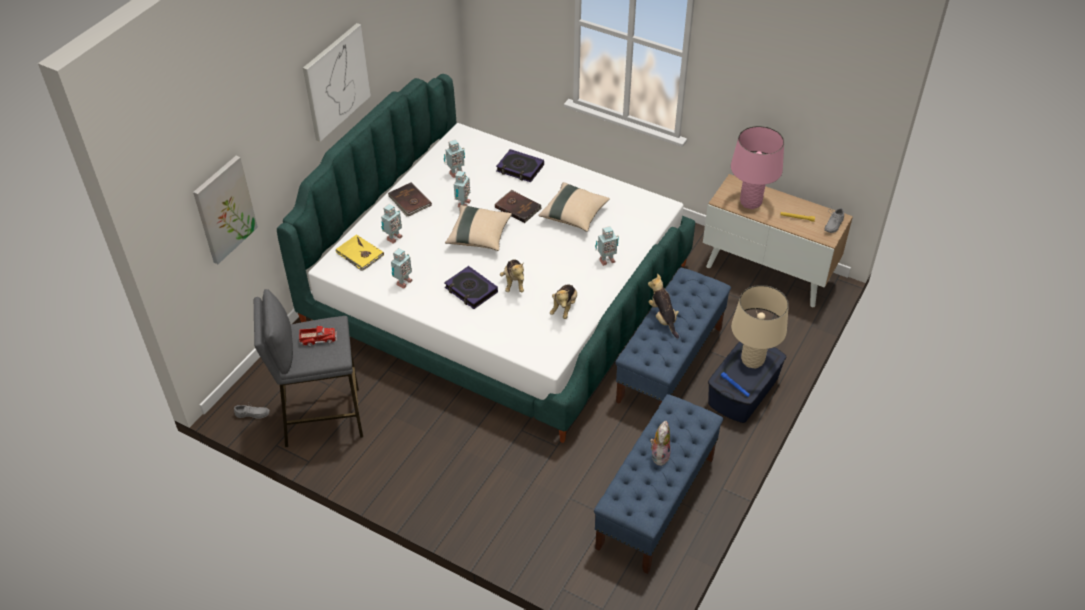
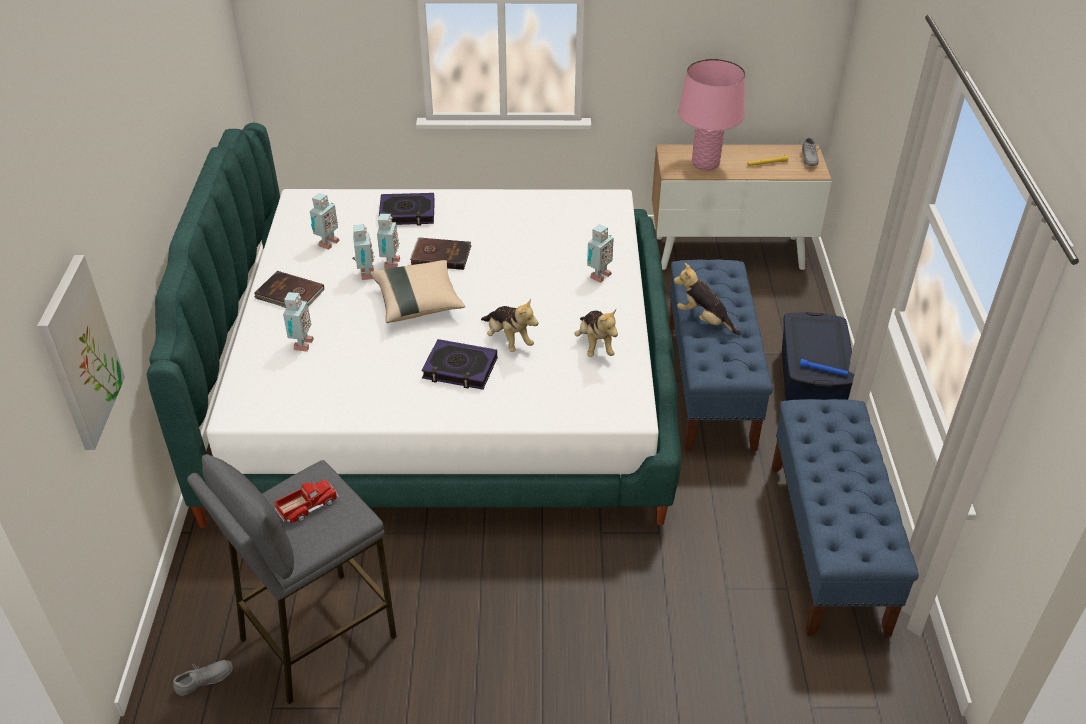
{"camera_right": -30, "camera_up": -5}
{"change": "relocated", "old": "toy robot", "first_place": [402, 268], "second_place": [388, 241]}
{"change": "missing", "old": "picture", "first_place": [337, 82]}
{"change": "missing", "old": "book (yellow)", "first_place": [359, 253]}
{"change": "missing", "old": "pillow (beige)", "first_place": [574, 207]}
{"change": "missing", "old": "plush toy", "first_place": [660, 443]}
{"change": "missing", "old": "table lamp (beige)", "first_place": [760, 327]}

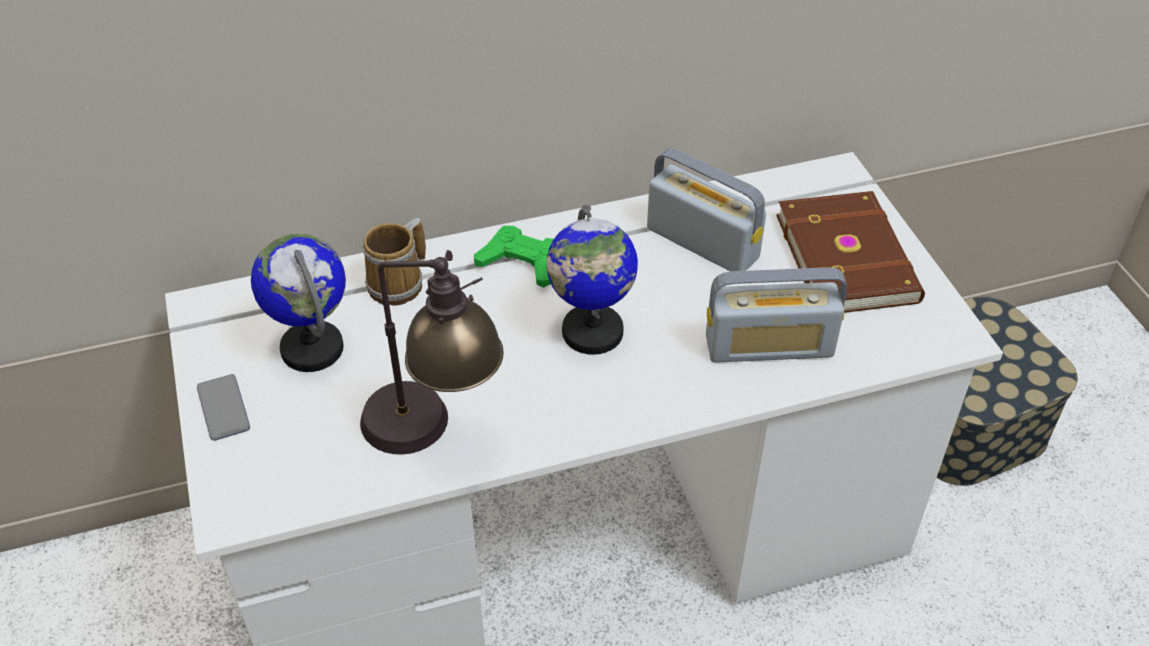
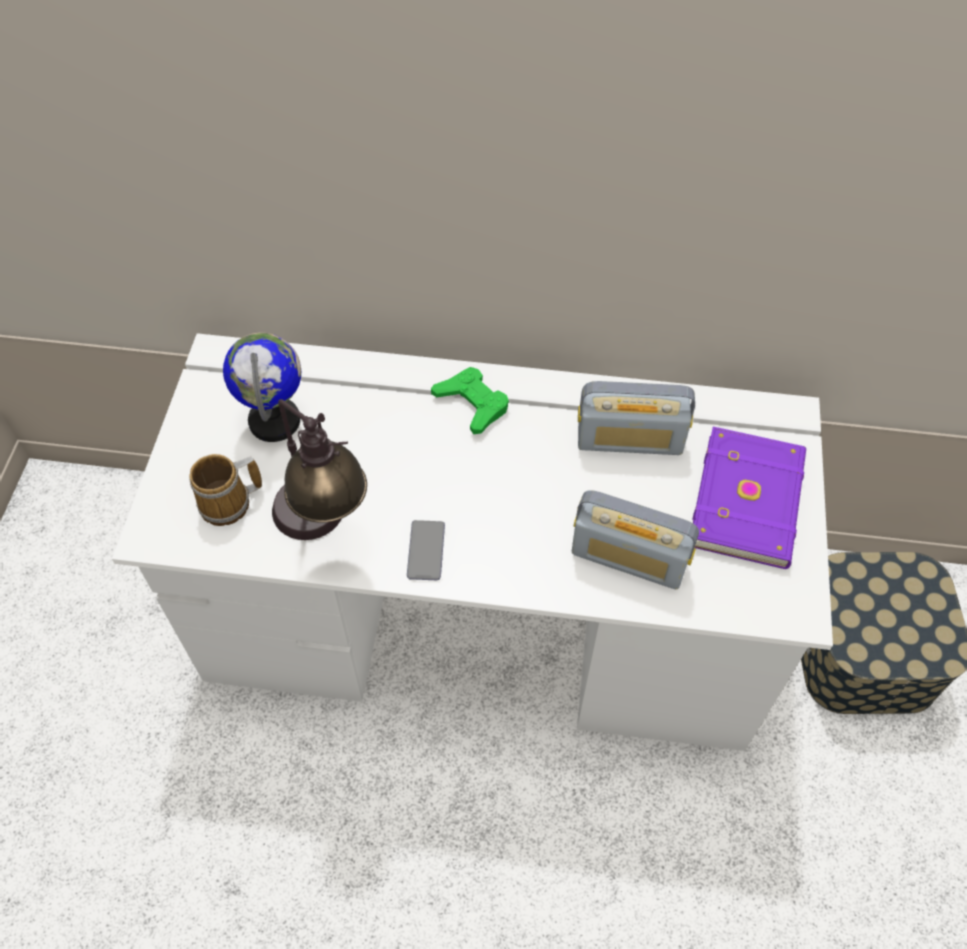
{"camera_right": 25, "camera_up": 10}
{"change": "relocated", "old": "mug", "first_place": [394, 261], "second_place": [225, 490]}
{"change": "relocated", "old": "phone", "first_place": [223, 407], "second_place": [426, 550]}
{"change": "spun", "old": "radio", "first_place": [706, 210], "second_place": [636, 418], "degrees": 120}
{"change": "colour", "old": "book (brown)", "new": "book (purple)", "first_place": [850, 252], "second_place": [749, 498]}
{"change": "missing", "old": "globe", "first_place": [592, 280]}

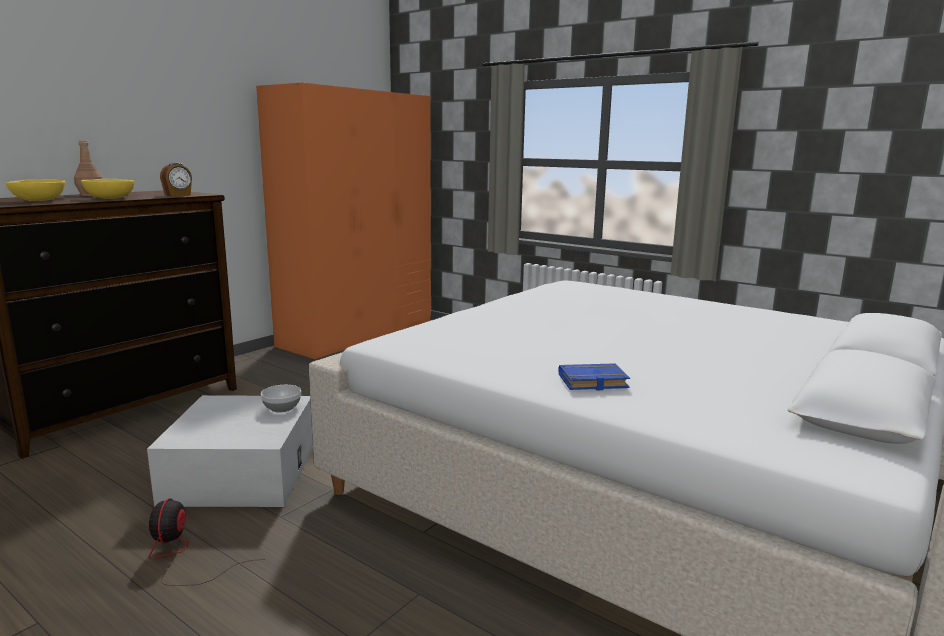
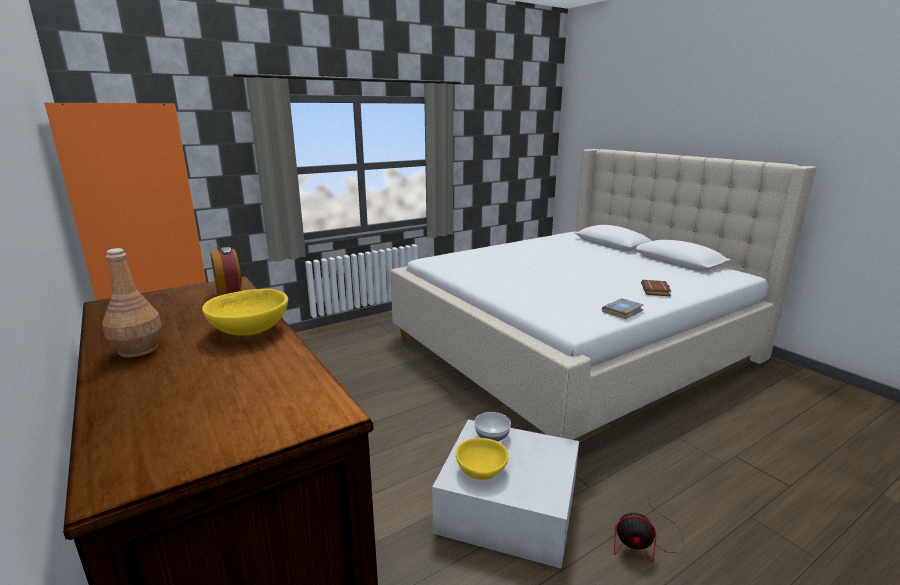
{"camera_right": -70, "camera_up": 5}
{"change": "relocated", "old": "bowl (yellow)", "first_place": [35, 190], "second_place": [482, 459]}
{"change": "appeared", "new": "book (grey)", "second_place": [623, 308]}
{"change": "colour", "old": "book (blue)", "new": "book (brown)", "first_place": [594, 376], "second_place": [656, 288]}

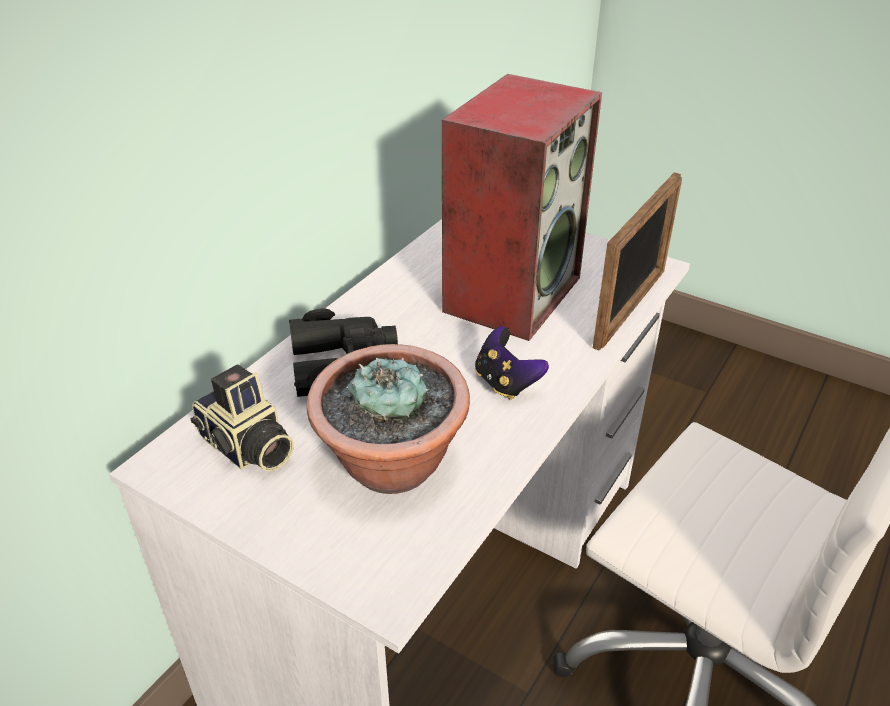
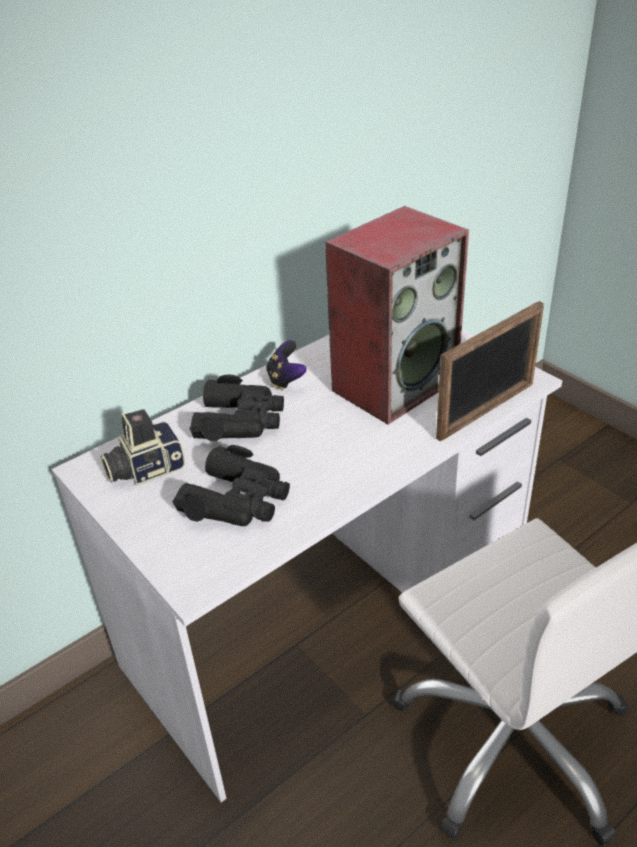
{"camera_right": 20, "camera_up": 0}
{"change": "spun", "old": "photo camera", "first_place": [242, 418], "second_place": [143, 447], "degrees": 90}
{"change": "exchanged", "old": "potted plant", "new": "binoculars (black)", "first_place": [388, 419], "second_place": [231, 485]}
{"change": "relocated", "old": "game controller", "first_place": [512, 363], "second_place": [286, 365]}

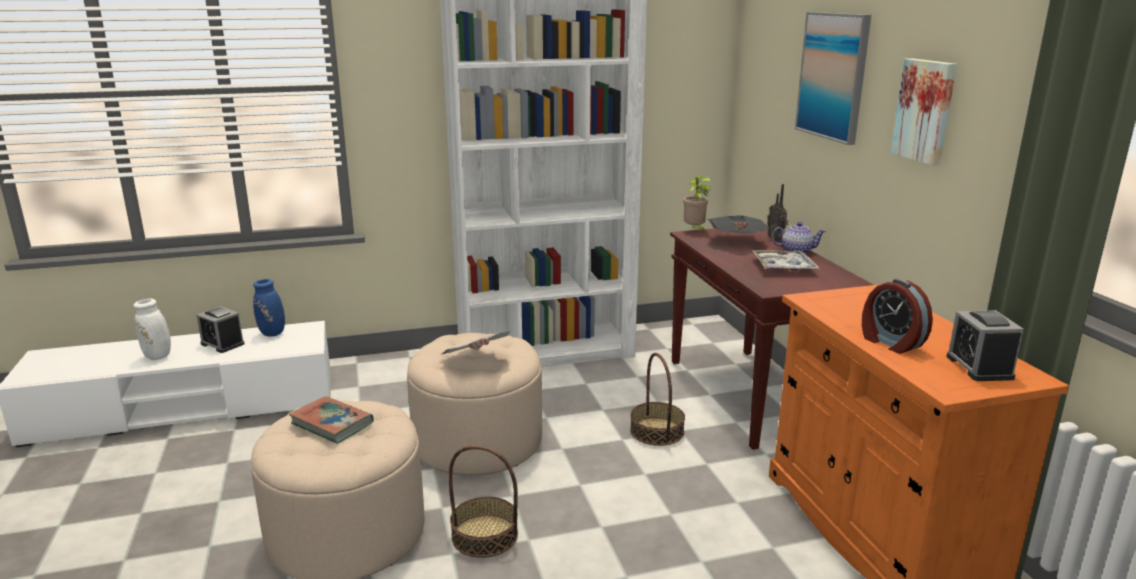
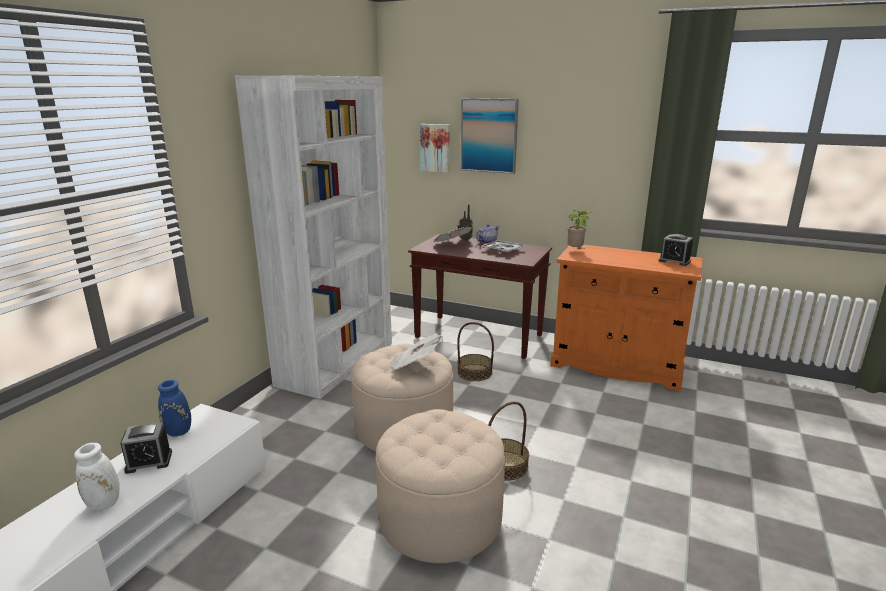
{"camera_right": -50, "camera_up": 0}
{"change": "relocated", "old": "picture", "first_place": [924, 111], "second_place": [435, 148]}
{"change": "relocated", "old": "potted plant", "first_place": [697, 203], "second_place": [579, 229]}
{"change": "missing", "old": "book", "first_place": [331, 420]}
{"change": "missing", "old": "alarm clock", "first_place": [897, 316]}

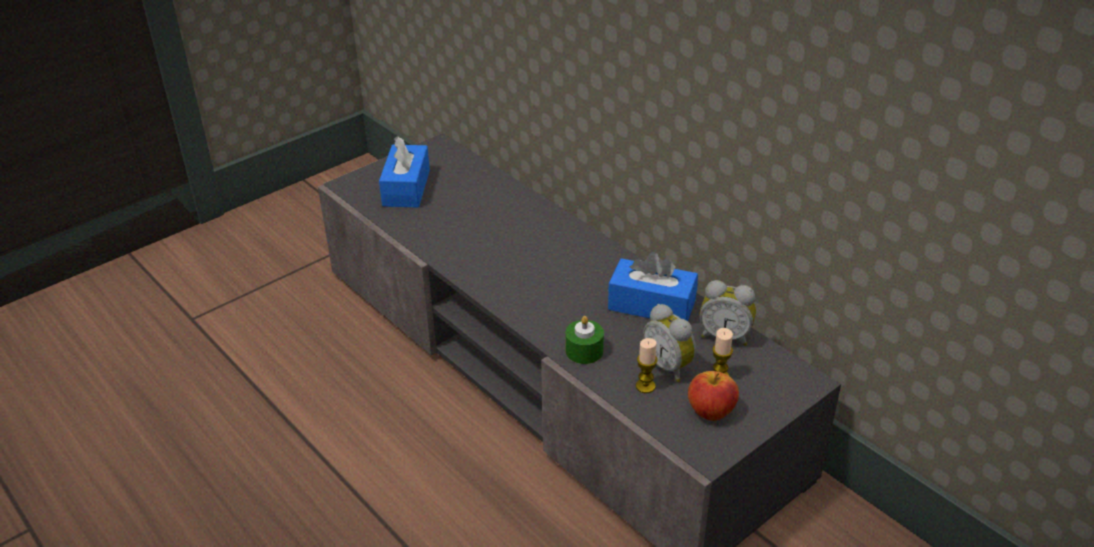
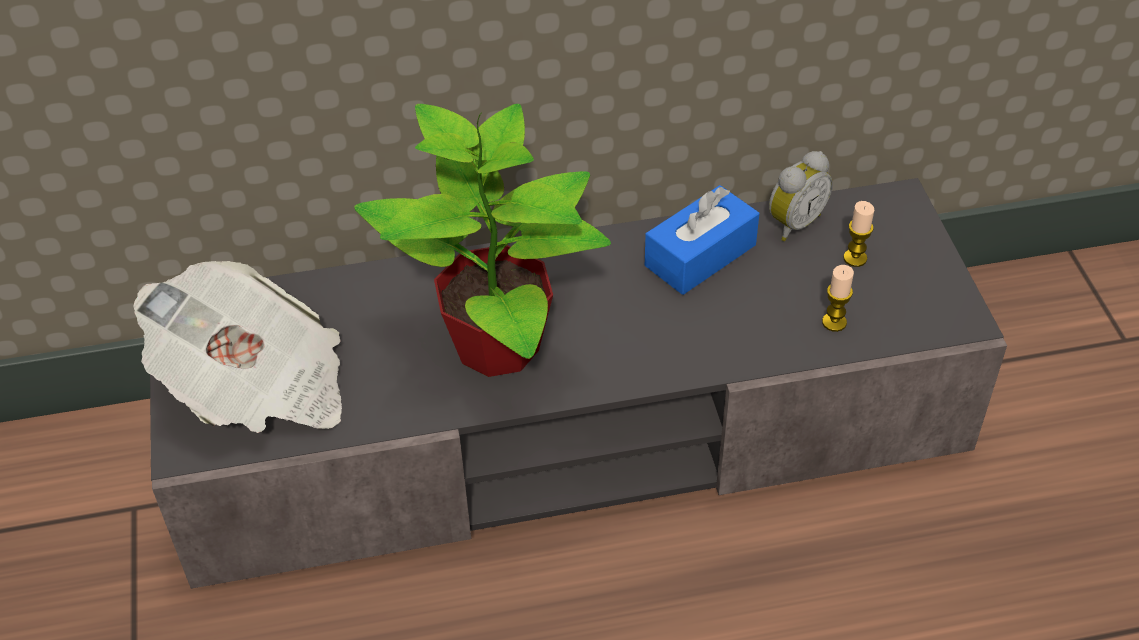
{"camera_right": -60, "camera_up": 10}
{"change": "exchanged", "old": "tissue box (blue)", "new": "newspaper", "first_place": [404, 172], "second_place": [237, 347]}
{"change": "appeared", "new": "potted plant", "second_place": [482, 240]}
{"change": "missing", "old": "candle (green)", "first_place": [584, 340]}
{"change": "missing", "old": "alarm clock", "first_place": [669, 343]}
{"change": "missing", "old": "apple", "first_place": [713, 396]}

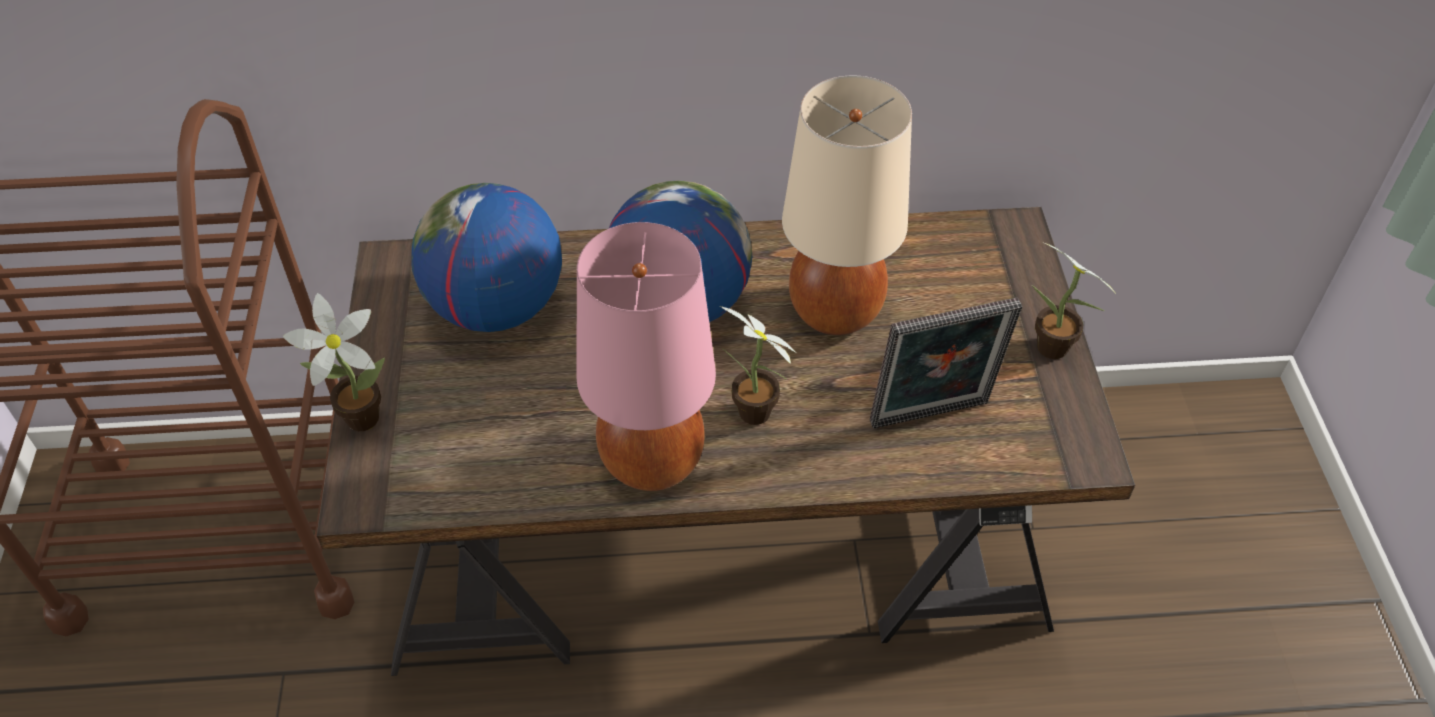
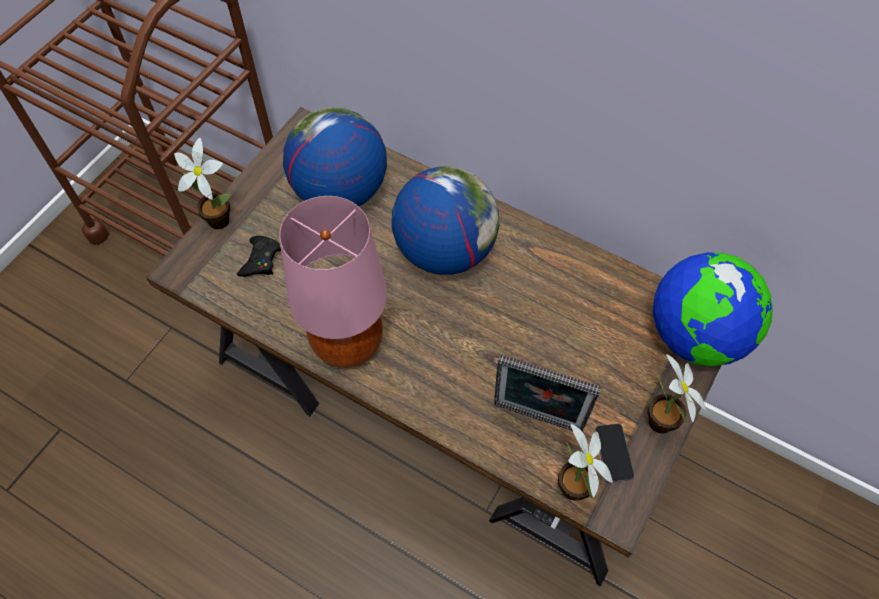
{"camera_right": 35, "camera_up": 10}
{"change": "appeared", "new": "game controller (black)", "second_place": [259, 256]}
{"change": "relocated", "old": "potted plant", "first_place": [758, 365], "second_place": [585, 462]}
{"change": "appeared", "new": "phone", "second_place": [615, 453]}
{"change": "appeared", "new": "globe", "second_place": [713, 309]}
{"change": "missing", "old": "table lamp (beige)", "first_place": [847, 205]}

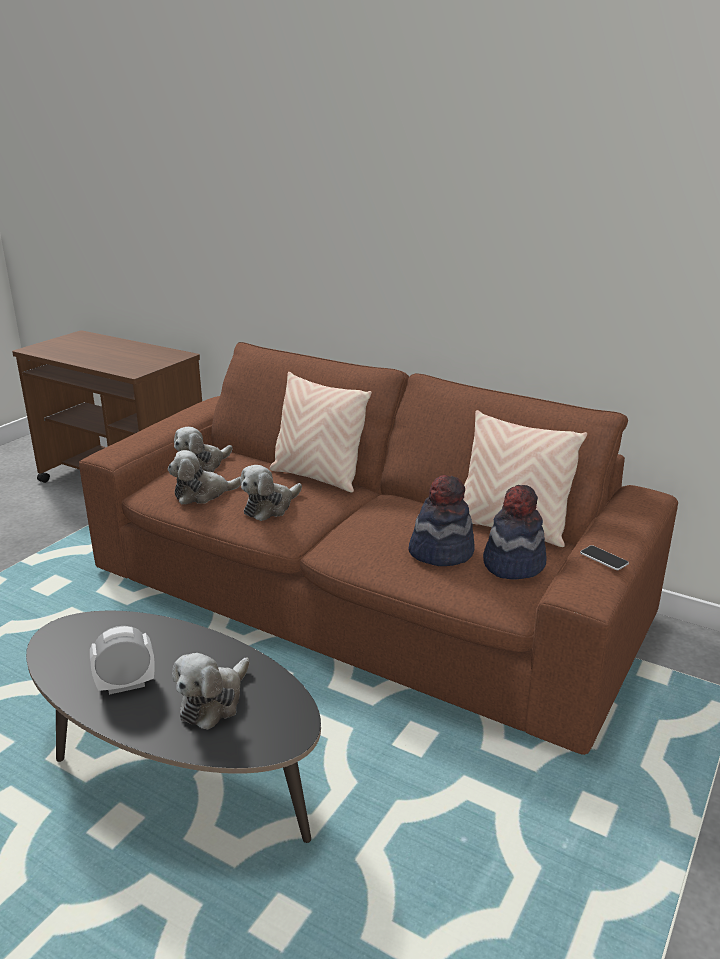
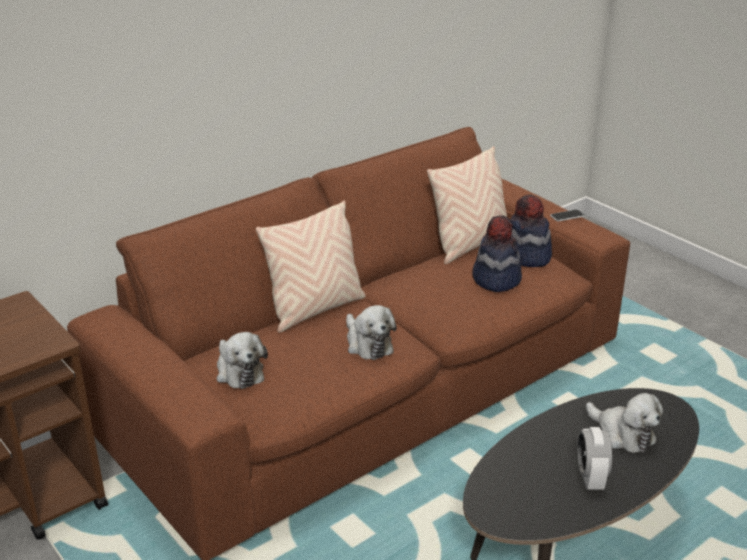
{"camera_right": -70, "camera_up": 5}
{"change": "missing", "old": "plush toy", "first_place": [204, 477]}

